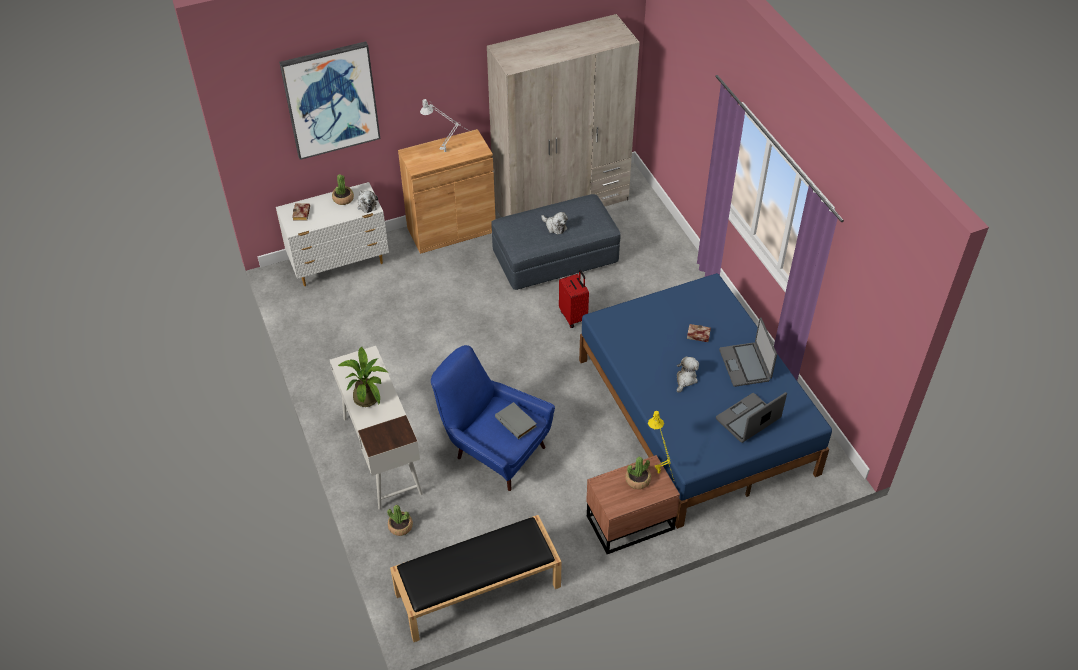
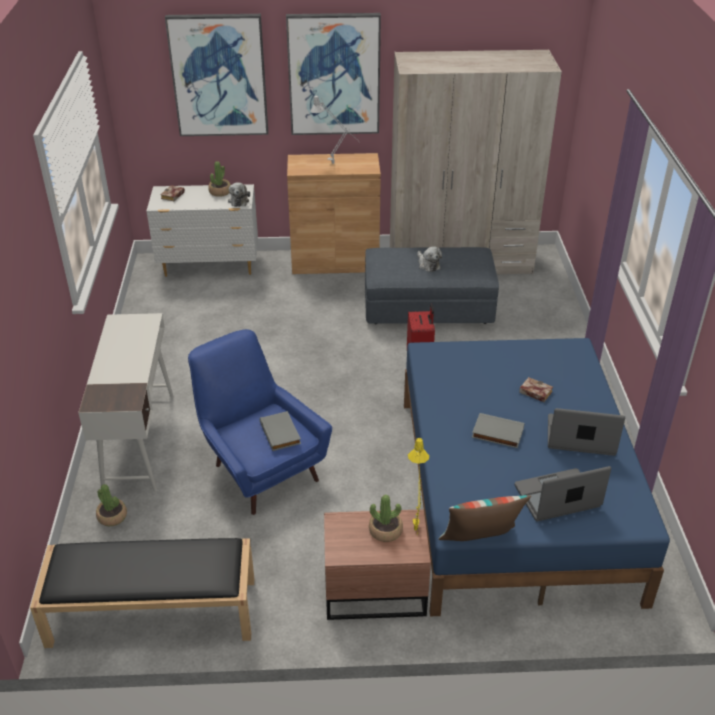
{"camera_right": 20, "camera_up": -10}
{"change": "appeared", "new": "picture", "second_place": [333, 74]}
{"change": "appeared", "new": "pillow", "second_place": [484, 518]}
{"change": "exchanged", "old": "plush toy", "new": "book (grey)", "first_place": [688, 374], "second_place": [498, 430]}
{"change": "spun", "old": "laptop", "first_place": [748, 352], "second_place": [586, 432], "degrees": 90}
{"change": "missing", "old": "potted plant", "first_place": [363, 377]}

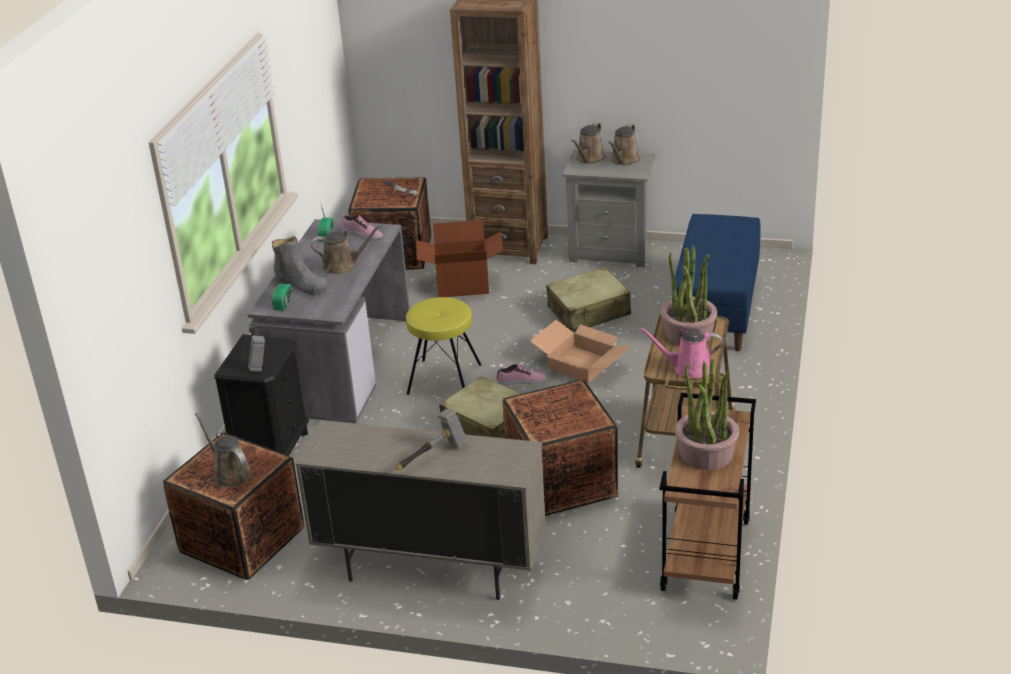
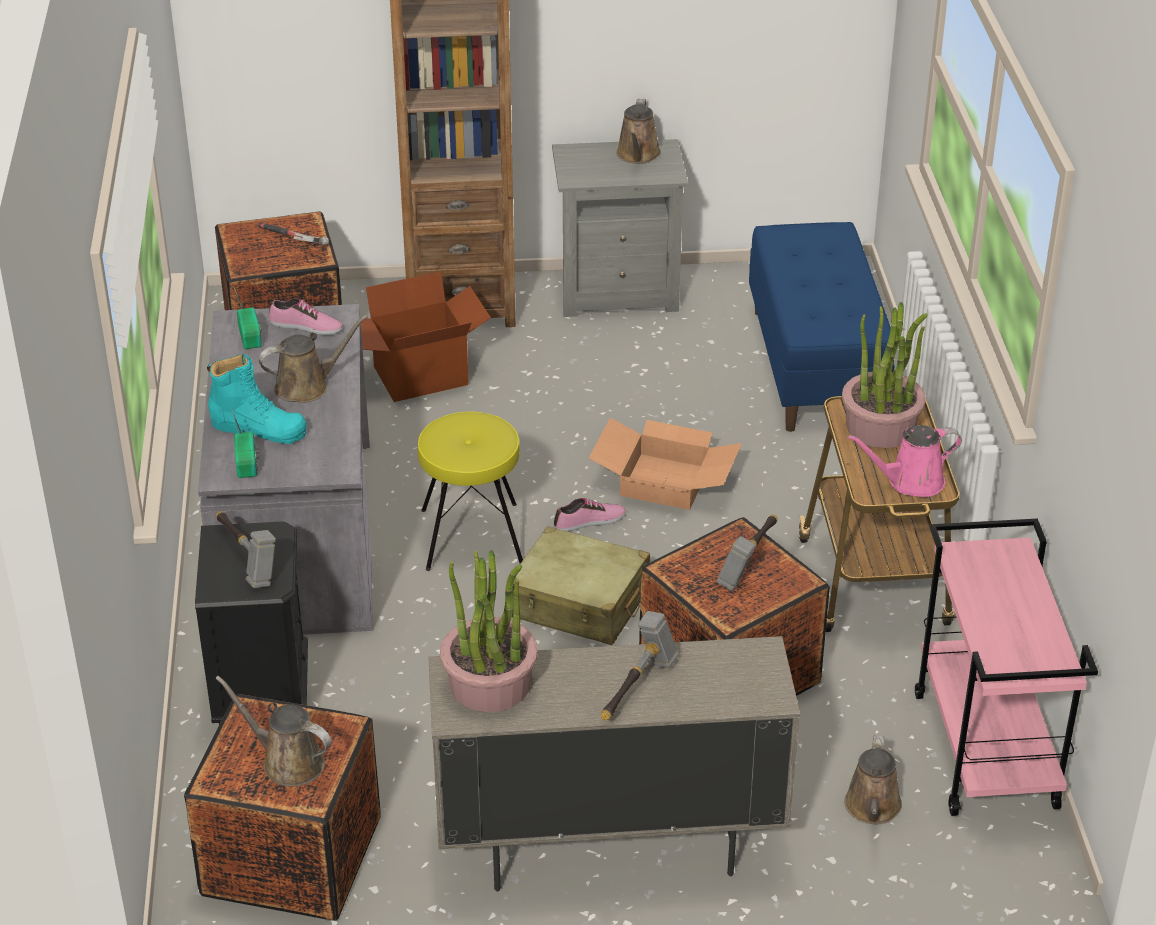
{"camera_right": -20, "camera_up": 5}
{"change": "colour", "old": "boot (grey)", "new": "boot (turquoise)", "first_place": [300, 266], "second_place": [257, 399]}
{"change": "relocated", "old": "potted plant", "first_place": [707, 414], "second_place": [489, 631]}
{"change": "appeared", "new": "hammer", "second_place": [747, 553]}
{"change": "relocated", "old": "watering can (brown)", "first_place": [588, 143], "second_place": [873, 779]}
{"change": "colour", "old": "cart (brown)", "new": "cart (pink)", "first_place": [708, 496], "second_place": [1006, 667]}
{"change": "missing", "old": "suitcase (beige)", "first_place": [588, 299]}

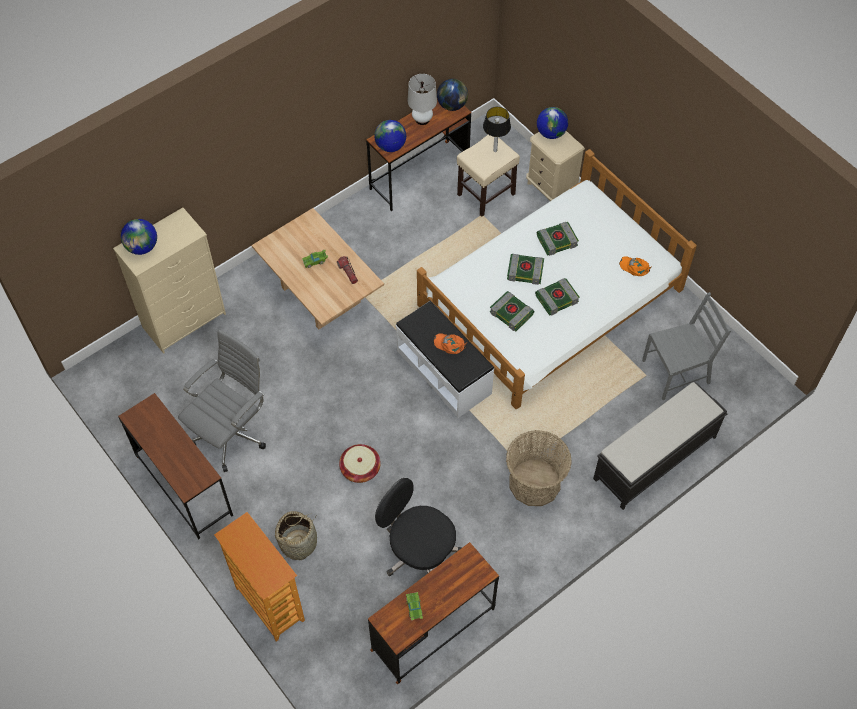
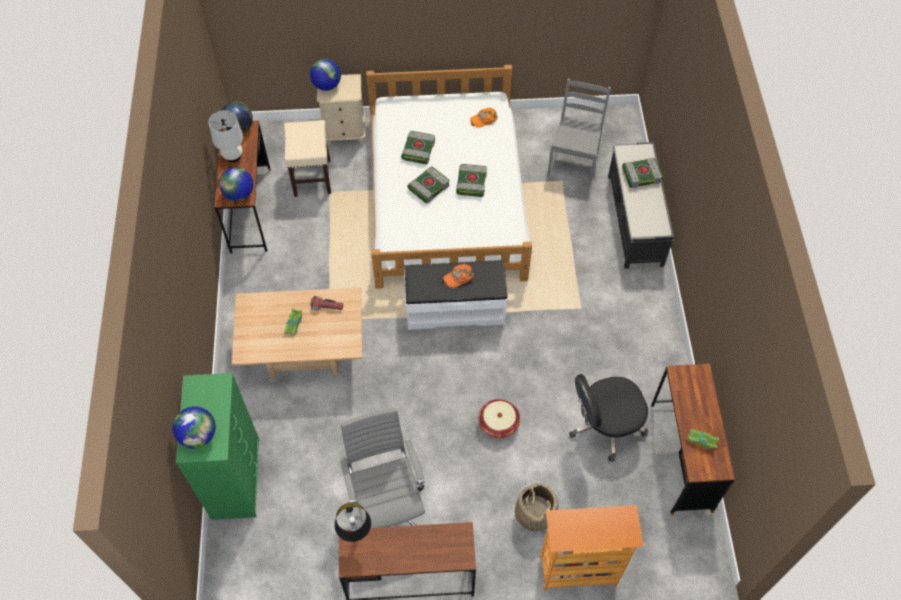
{"camera_right": -55, "camera_up": 0}
{"change": "colour", "old": "dresser (beige)", "new": "dresser (green)", "first_place": [169, 281], "second_place": [218, 446]}
{"change": "relocated", "old": "table lamp", "first_place": [497, 129], "second_place": [352, 522]}
{"change": "relocated", "old": "book", "first_place": [512, 311], "second_place": [642, 173]}
{"change": "missing", "old": "basket", "first_place": [539, 468]}

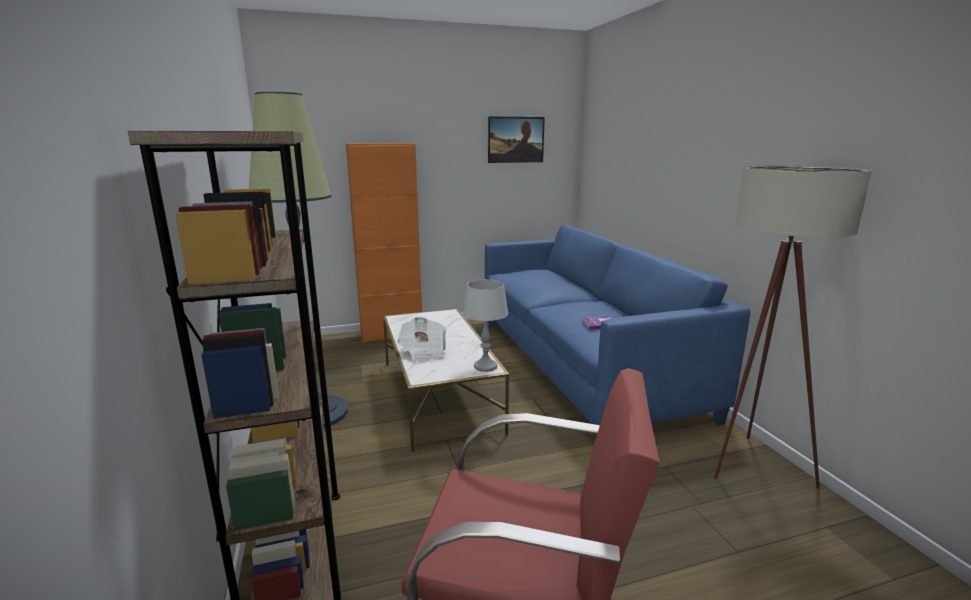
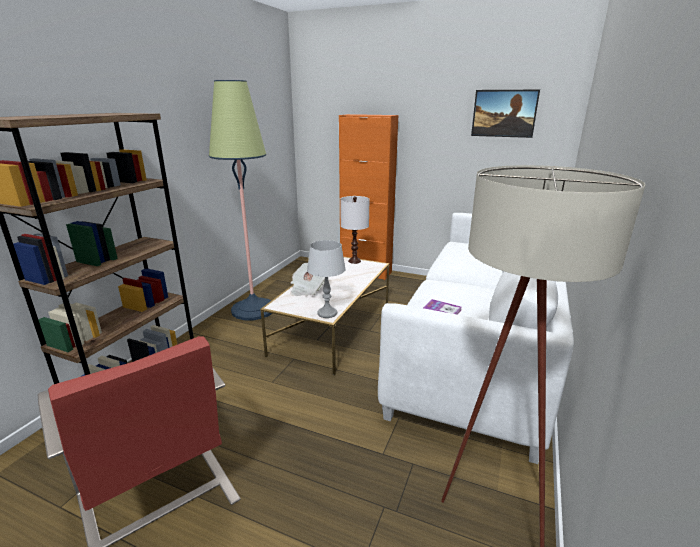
{"camera_right": 40, "camera_up": 5}
{"change": "appeared", "new": "table lamp (white)", "second_place": [355, 230]}
{"change": "colour", "old": "sofa (blue)", "new": "sofa (white)", "first_place": [618, 332], "second_place": [476, 338]}

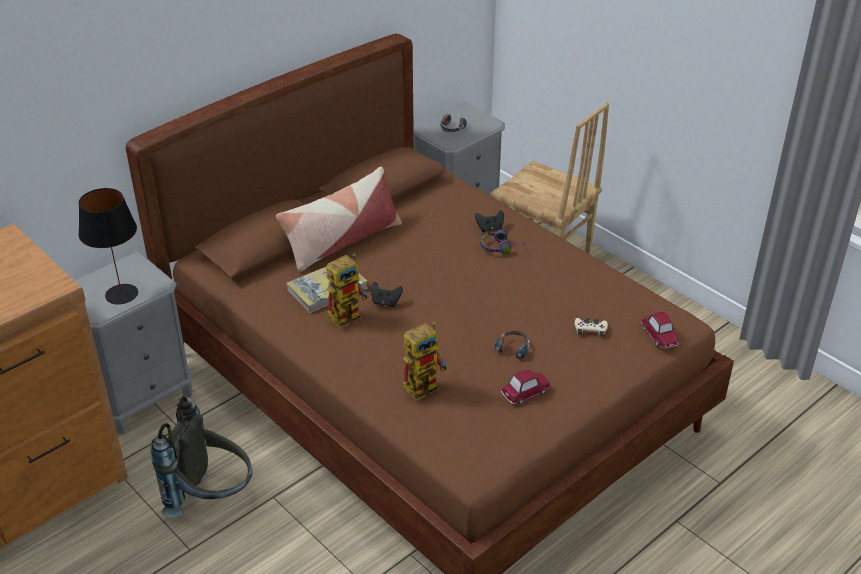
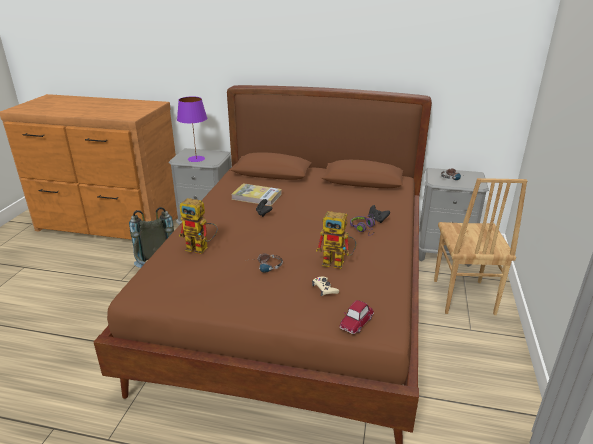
{"camera_right": 55, "camera_up": -10}
{"change": "colour", "old": "table lamp (black)", "new": "table lamp (purple)", "first_place": [108, 246], "second_place": [192, 129]}
{"change": "relocated", "old": "toy robot", "first_place": [347, 290], "second_place": [336, 240]}
{"change": "missing", "old": "pillow", "first_place": [339, 219]}
{"change": "missing", "old": "toy car", "first_place": [525, 387]}

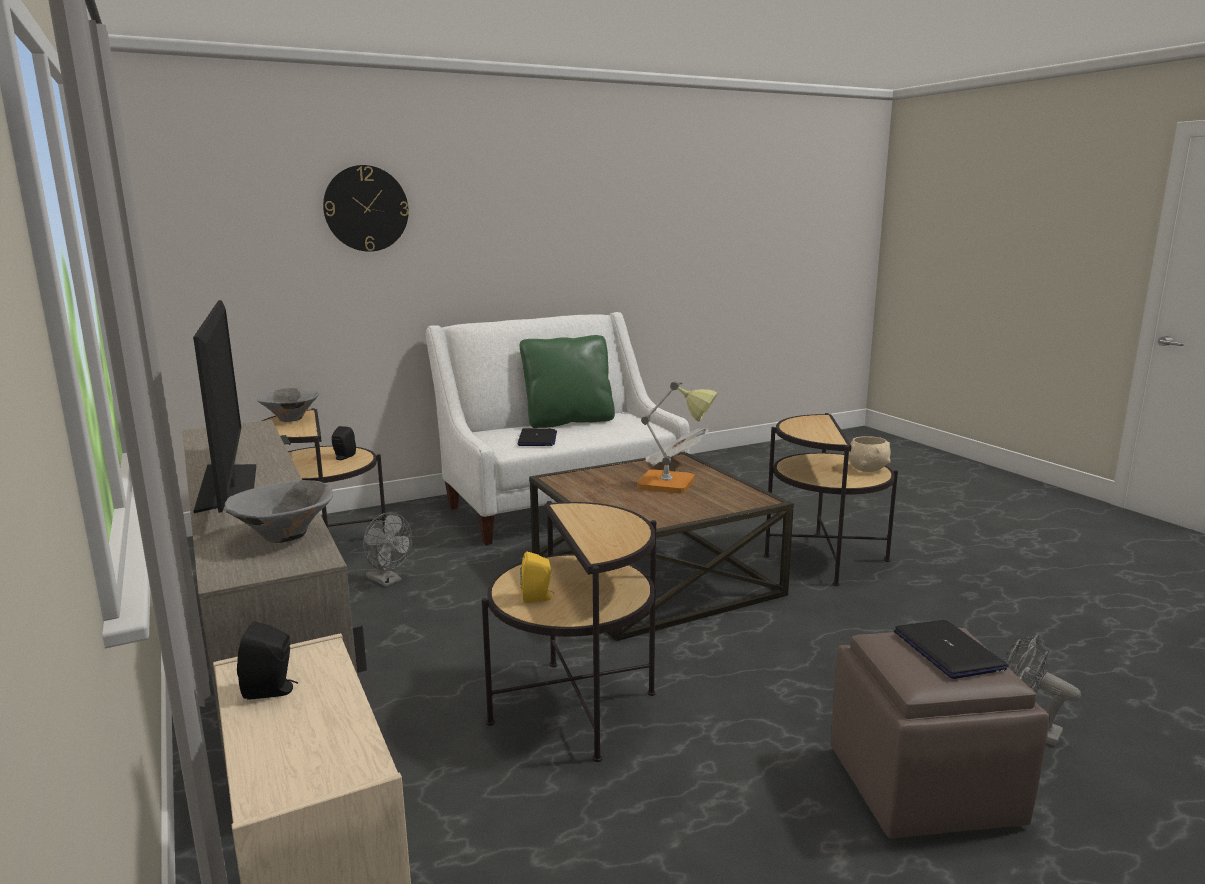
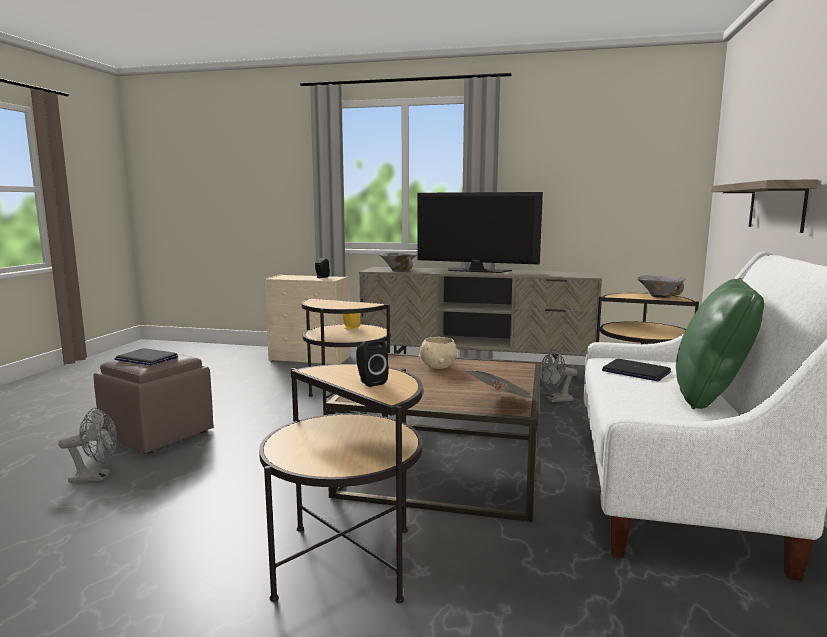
{"camera_right": 130, "camera_up": -5}
{"change": "relocated", "old": "speaker (black)", "first_place": [344, 443], "second_place": [372, 363]}
{"change": "relocated", "old": "bowl (beige)", "first_place": [870, 454], "second_place": [438, 353]}
{"change": "appeared", "new": "shelf", "second_place": [765, 206]}
{"change": "missing", "old": "wall clock", "first_place": [366, 208]}
{"change": "missing", "old": "table lamp", "first_place": [678, 437]}

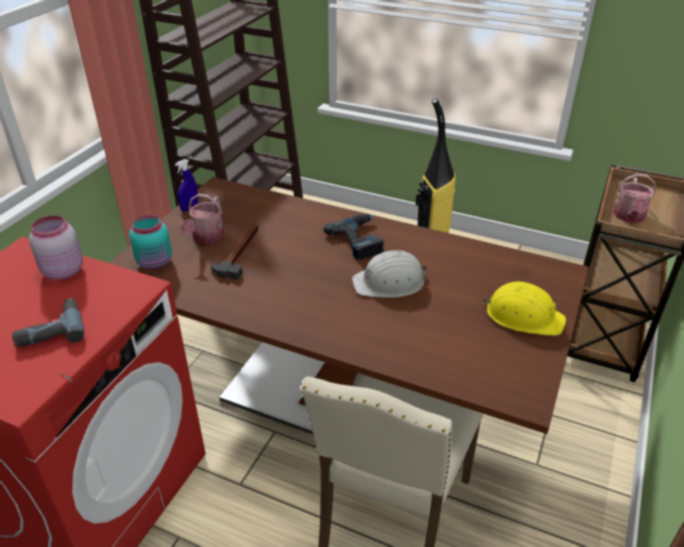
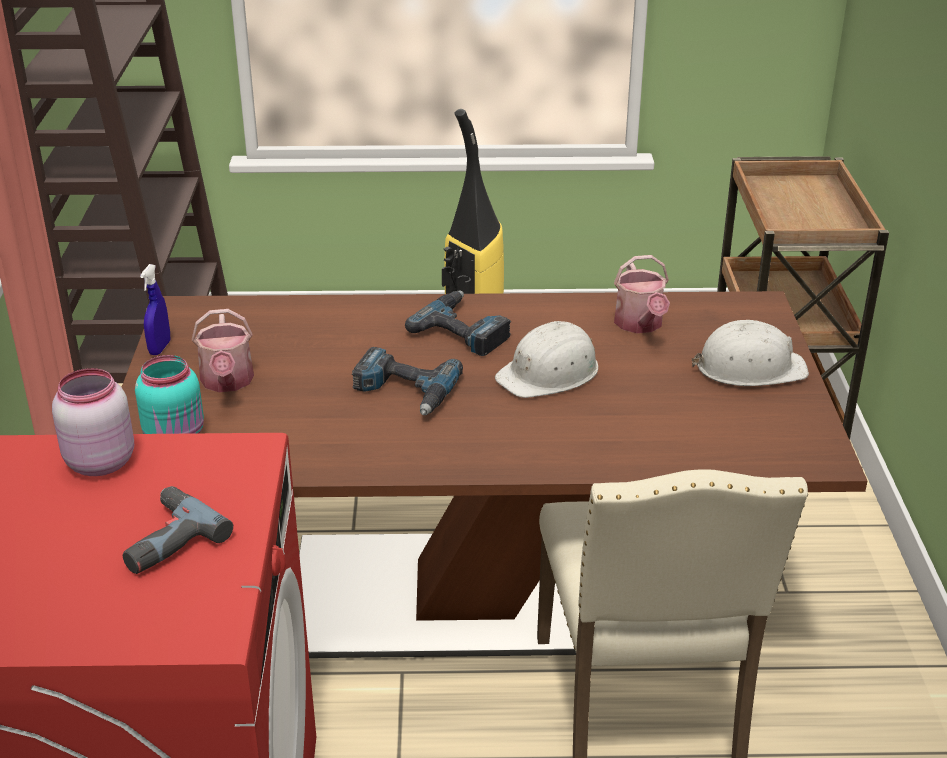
{"camera_right": -25, "camera_up": -5}
{"change": "appeared", "new": "power drill", "second_place": [407, 381]}
{"change": "relocated", "old": "watering can", "first_place": [634, 198], "second_place": [642, 294]}
{"change": "colour", "old": "hard hat (yellow)", "new": "hard hat (white)", "first_place": [524, 309], "second_place": [750, 353]}
{"change": "missing", "old": "hammer", "first_place": [234, 252]}

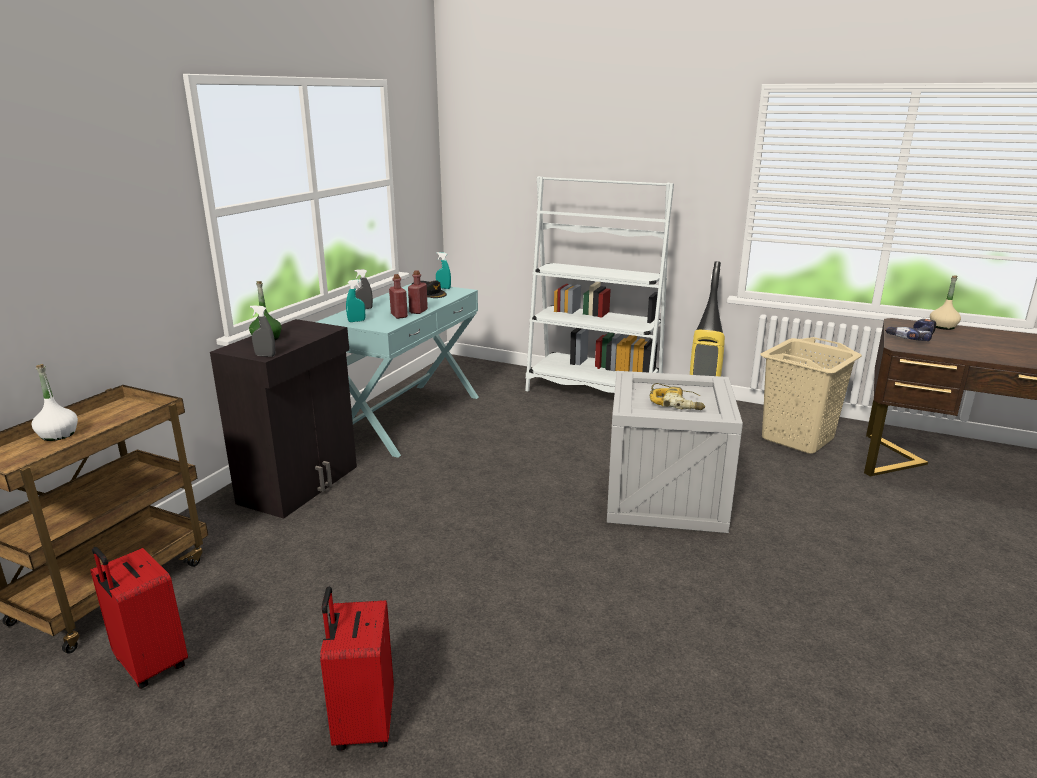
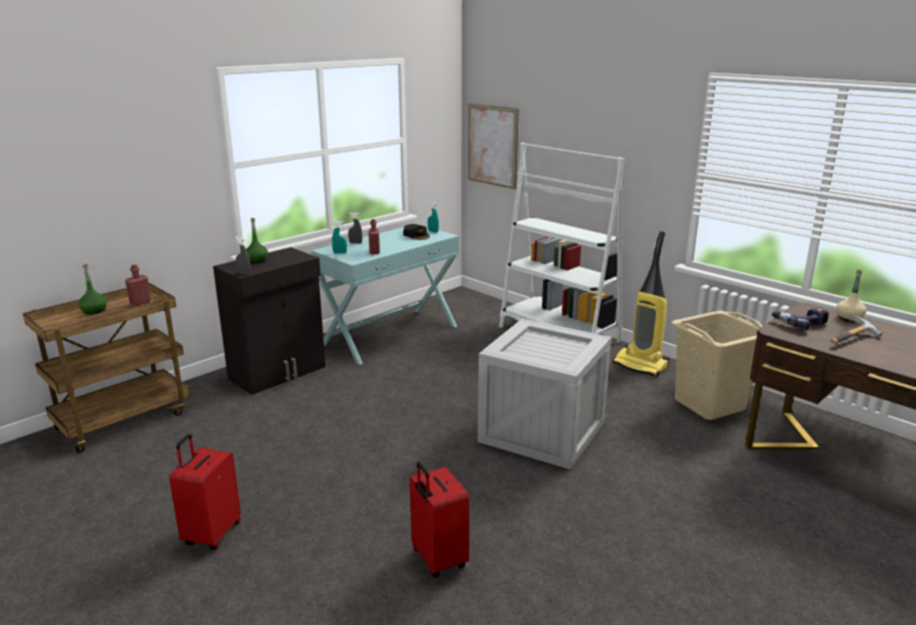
{"camera_right": 20, "camera_up": 0}
{"change": "colour", "old": "bottle (white)", "new": "bottle (green)", "first_place": [55, 402], "second_place": [92, 289]}
{"change": "relocated", "old": "bottle (red)", "first_place": [418, 292], "second_place": [138, 285]}
{"change": "relocated", "old": "suitcase (red)", "first_place": [139, 618], "second_place": [440, 519]}
{"change": "appeared", "new": "picture", "second_place": [493, 146]}
{"change": "appeared", "new": "hammer", "second_place": [856, 330]}
{"change": "missing", "old": "power drill", "first_place": [677, 396]}

